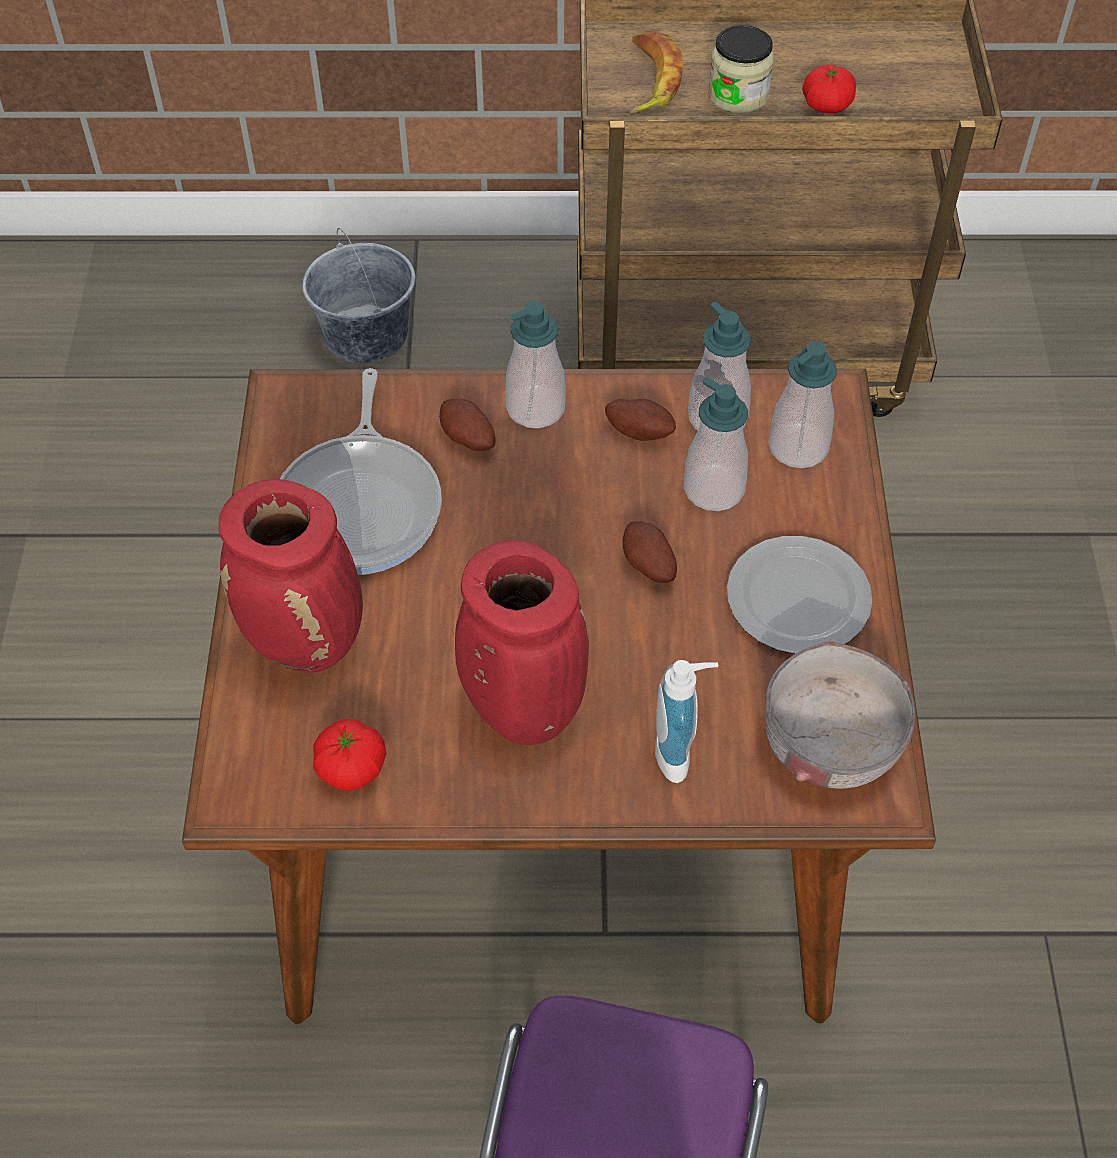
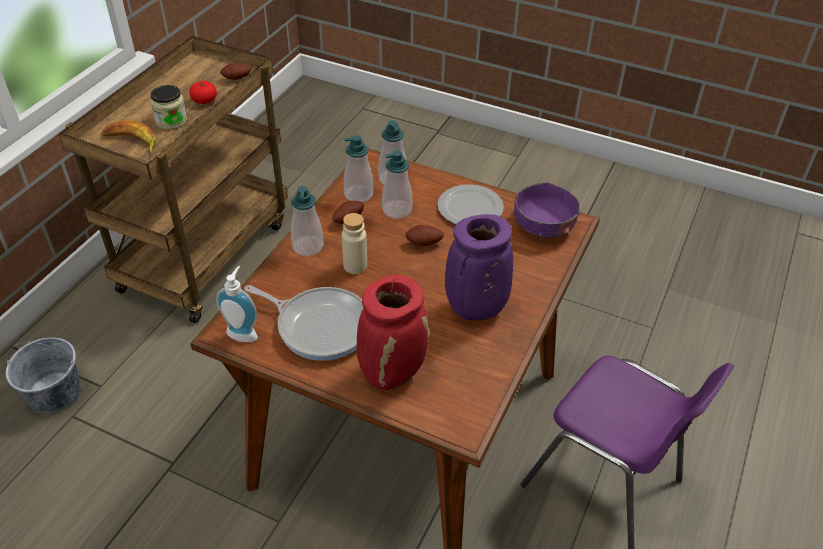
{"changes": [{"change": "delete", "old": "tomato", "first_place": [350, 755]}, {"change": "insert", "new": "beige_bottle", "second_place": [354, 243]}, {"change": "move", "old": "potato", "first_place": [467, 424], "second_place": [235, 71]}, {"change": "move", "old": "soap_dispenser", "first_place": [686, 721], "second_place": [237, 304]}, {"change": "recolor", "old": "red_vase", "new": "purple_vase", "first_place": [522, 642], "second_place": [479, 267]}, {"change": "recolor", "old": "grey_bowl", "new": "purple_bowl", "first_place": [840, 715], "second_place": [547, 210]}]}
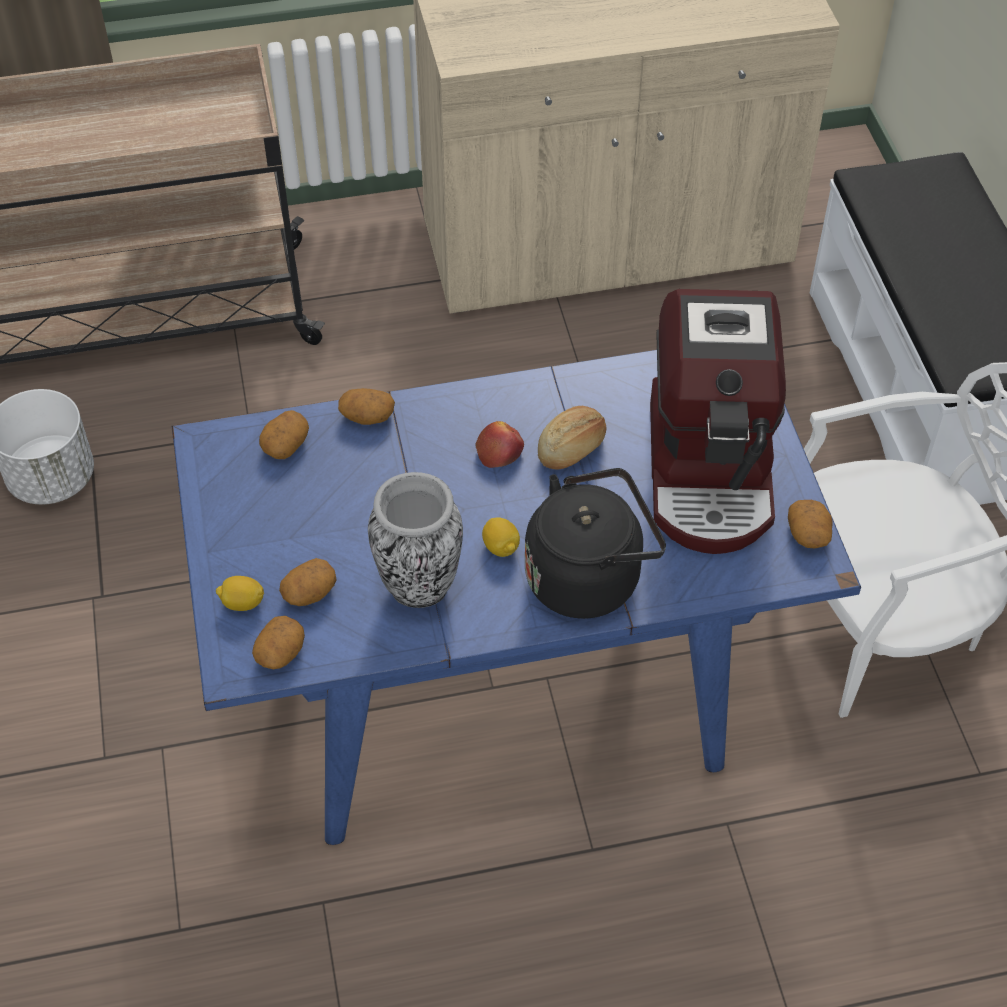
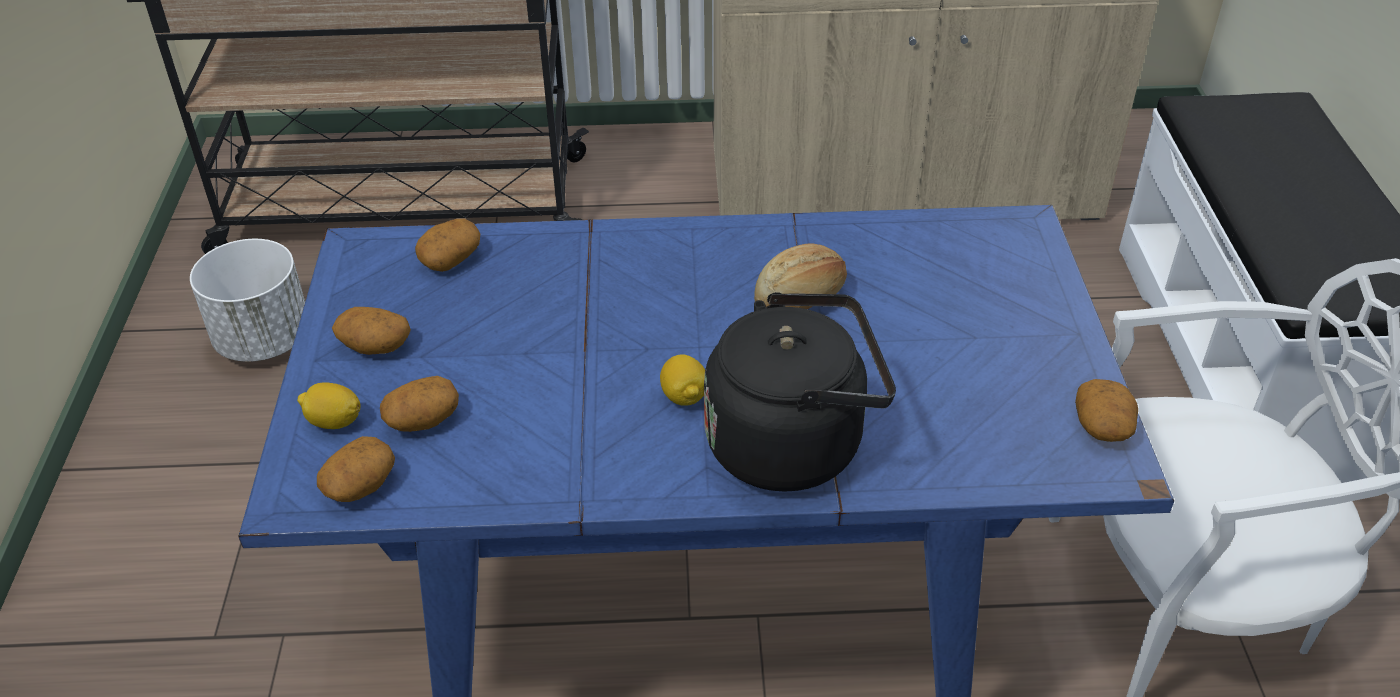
{"changes": [{"change": "delete", "old": "vase", "first_place": [415, 540]}, {"change": "delete", "old": "apple", "first_place": [499, 444]}, {"change": "delete", "old": "coffee_machine", "first_place": [718, 421]}, {"change": "move", "old": "potato", "first_place": [366, 406], "second_place": [371, 331]}]}
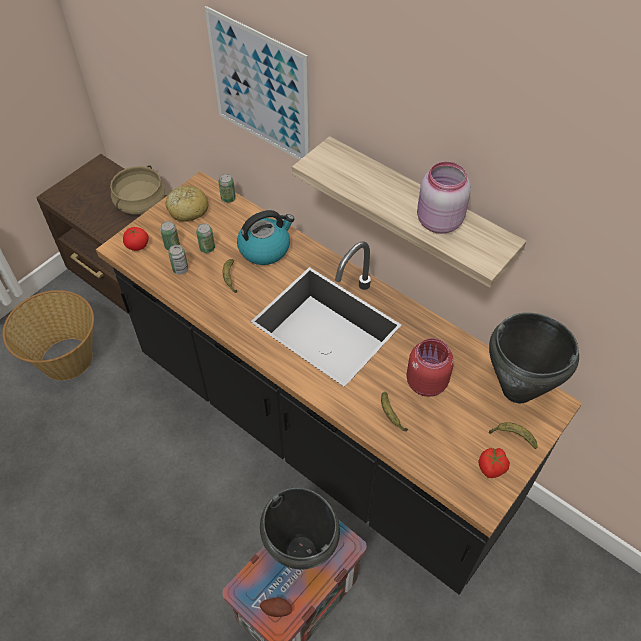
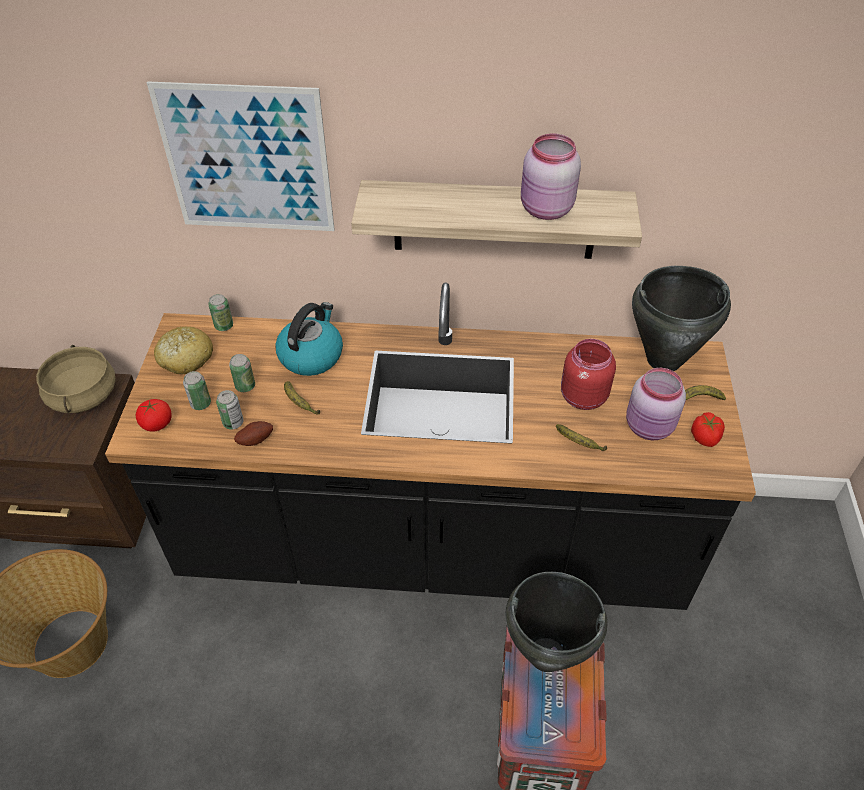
{"changes": [{"change": "insert", "new": "pink_jar", "second_place": [656, 404]}, {"change": "move", "old": "potato", "first_place": [276, 607], "second_place": [253, 433]}]}
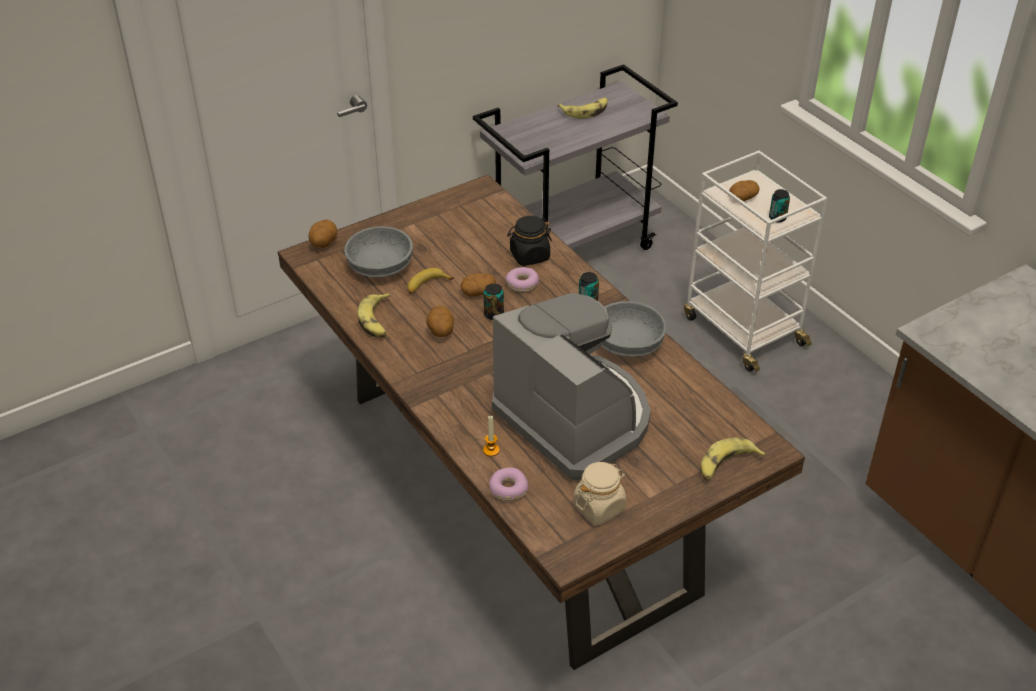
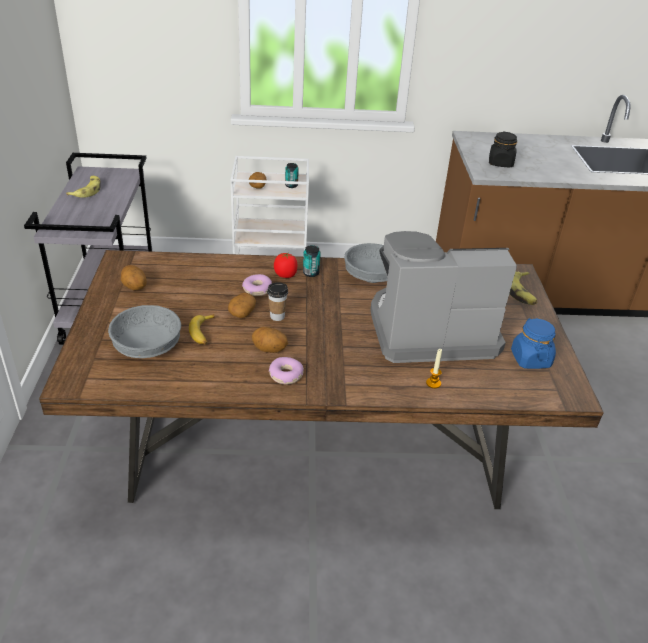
{"changes": [{"change": "delete", "old": "banana", "first_place": [374, 315]}, {"change": "insert", "new": "tomato", "second_place": [285, 265]}, {"change": "move", "old": "potato", "first_place": [323, 234], "second_place": [133, 277]}, {"change": "move", "old": "donut", "first_place": [508, 484], "second_place": [286, 370]}, {"change": "move", "old": "black_jar", "first_place": [529, 241], "second_place": [503, 149]}, {"change": "replace", "old": "can", "new": "cup", "first_place": [494, 301], "second_place": [277, 301]}, {"change": "recolor", "old": "beige_jar", "new": "blue_jar", "first_place": [599, 493], "second_place": [533, 343]}]}
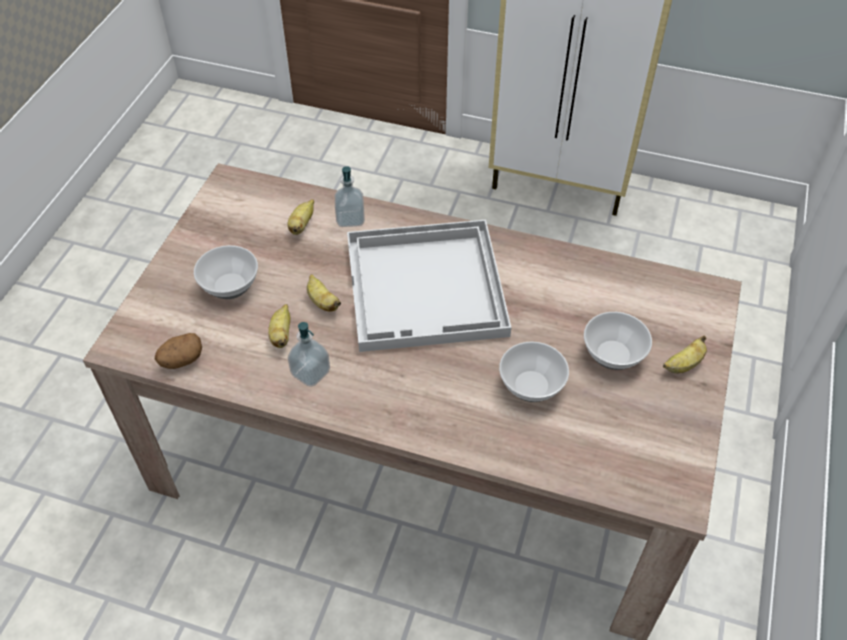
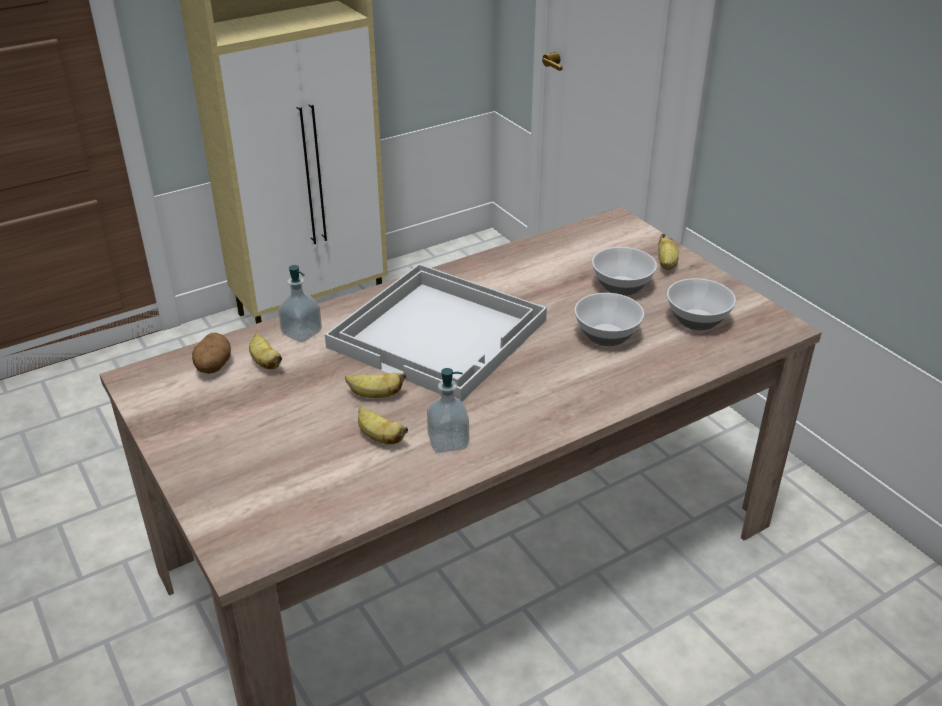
{"changes": [{"change": "move", "old": "potato", "first_place": [178, 351], "second_place": [211, 353]}, {"change": "move", "old": "bowl", "first_place": [226, 272], "second_place": [701, 304]}]}
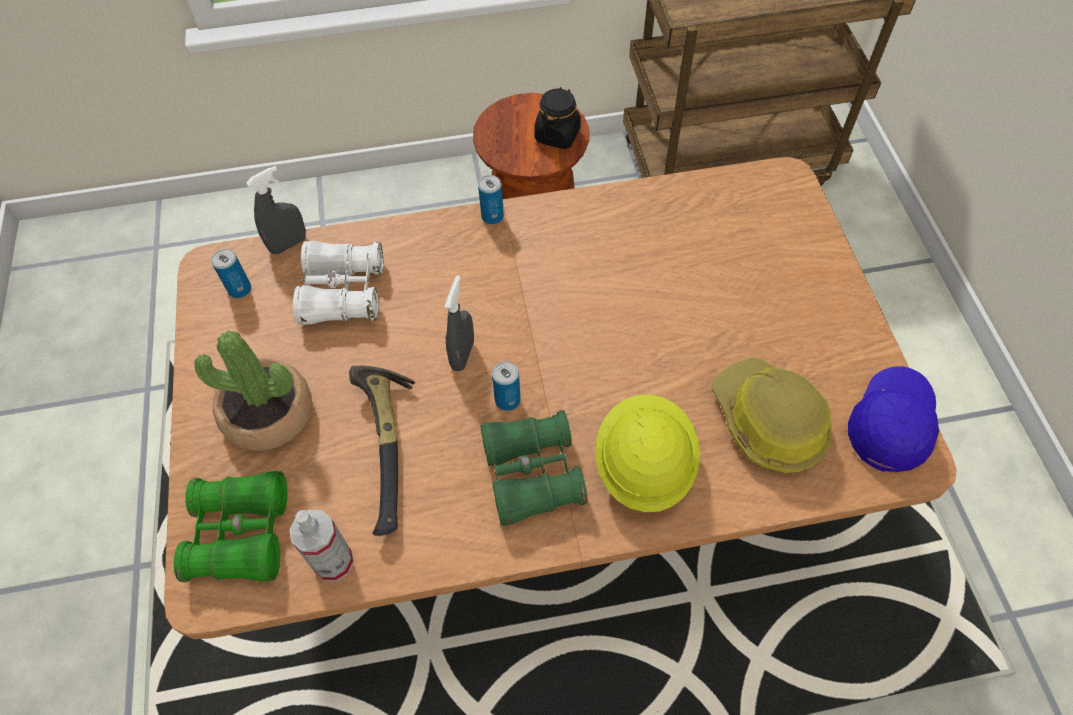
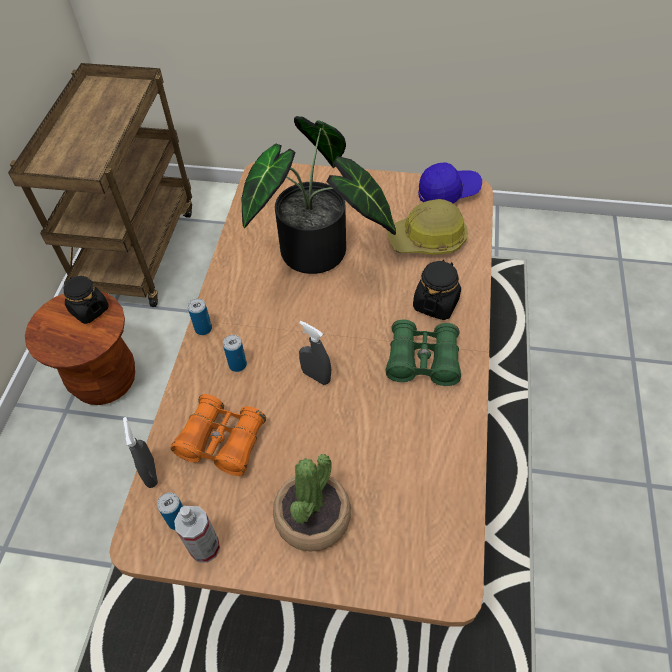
{"changes": [{"change": "delete", "old": "green_binoculars", "first_place": [230, 526]}, {"change": "delete", "old": "hammer", "first_place": [382, 451]}, {"change": "insert", "new": "potted_plant", "second_place": [319, 195]}, {"change": "move", "old": "spray_bottle", "first_place": [321, 545], "second_place": [197, 534]}, {"change": "move", "old": "can", "first_place": [506, 386], "second_place": [235, 353]}, {"change": "replace", "old": "yellow_hard_hat", "new": "black_jar", "first_place": [647, 453], "second_place": [437, 289]}, {"change": "recolor", "old": "white_binoculars", "new": "orange_binoculars", "first_place": [338, 283], "second_place": [218, 435]}, {"change": "rotate", "old": "blue_cap", "first_place": [893, 419], "second_place": [450, 182], "degrees": 120}]}
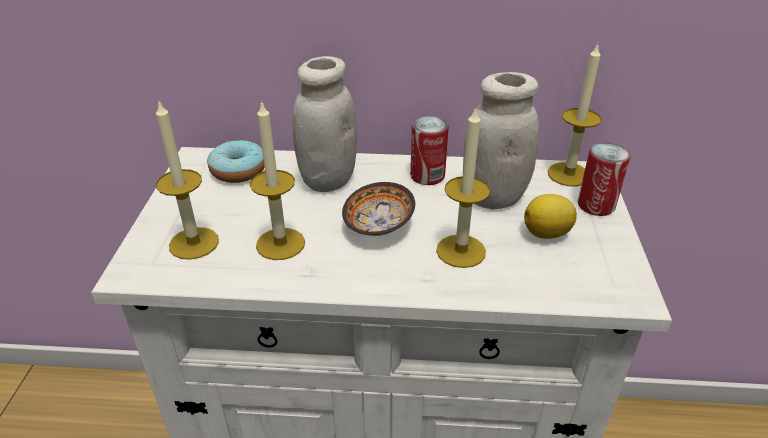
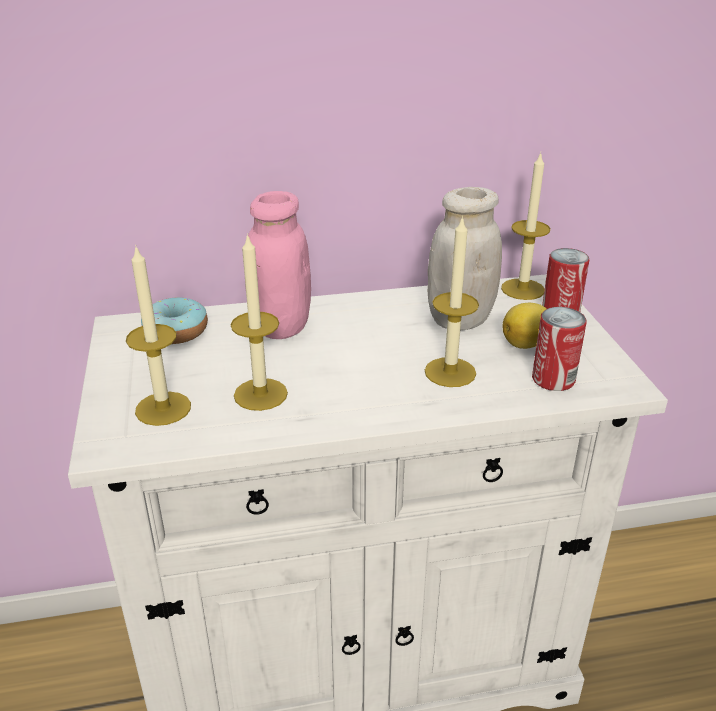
{"changes": [{"change": "delete", "old": "bowl", "first_place": [378, 209]}, {"change": "move", "old": "can", "first_place": [429, 150], "second_place": [559, 349]}, {"change": "recolor", "old": "white_jar", "new": "pink_jar", "first_place": [325, 124], "second_place": [278, 265]}]}
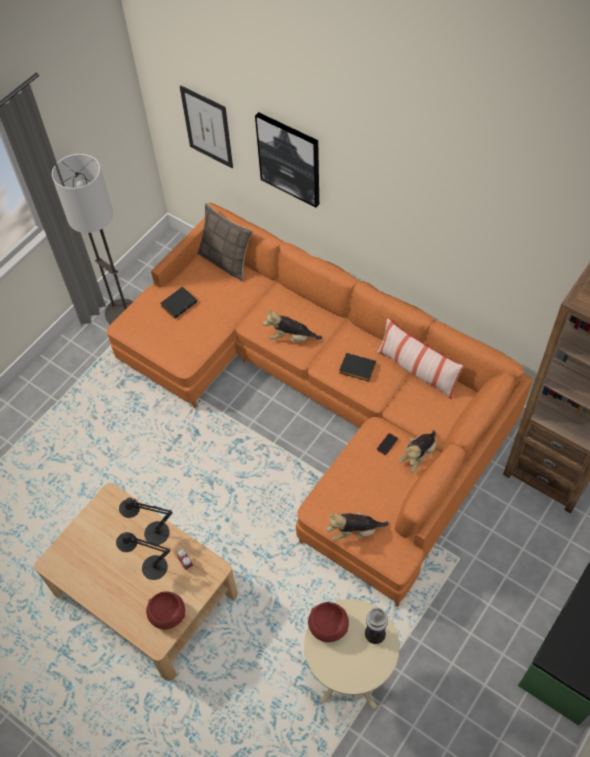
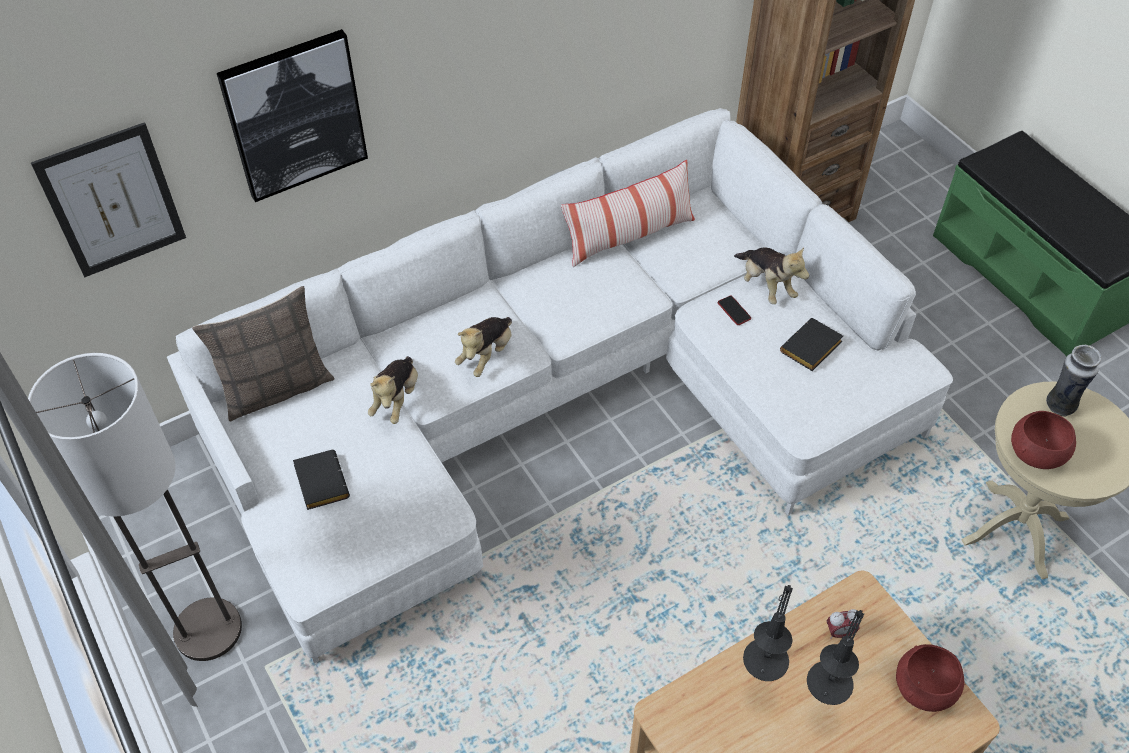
{"changes": [{"change": "move", "old": "plush_toy", "first_place": [357, 526], "second_place": [393, 390]}, {"change": "move", "old": "black_book", "first_place": [357, 367], "second_place": [811, 344]}, {"change": "recolor", "old": "orange_sofa", "new": "white_sofa", "first_place": [319, 405], "second_place": [560, 385]}]}
